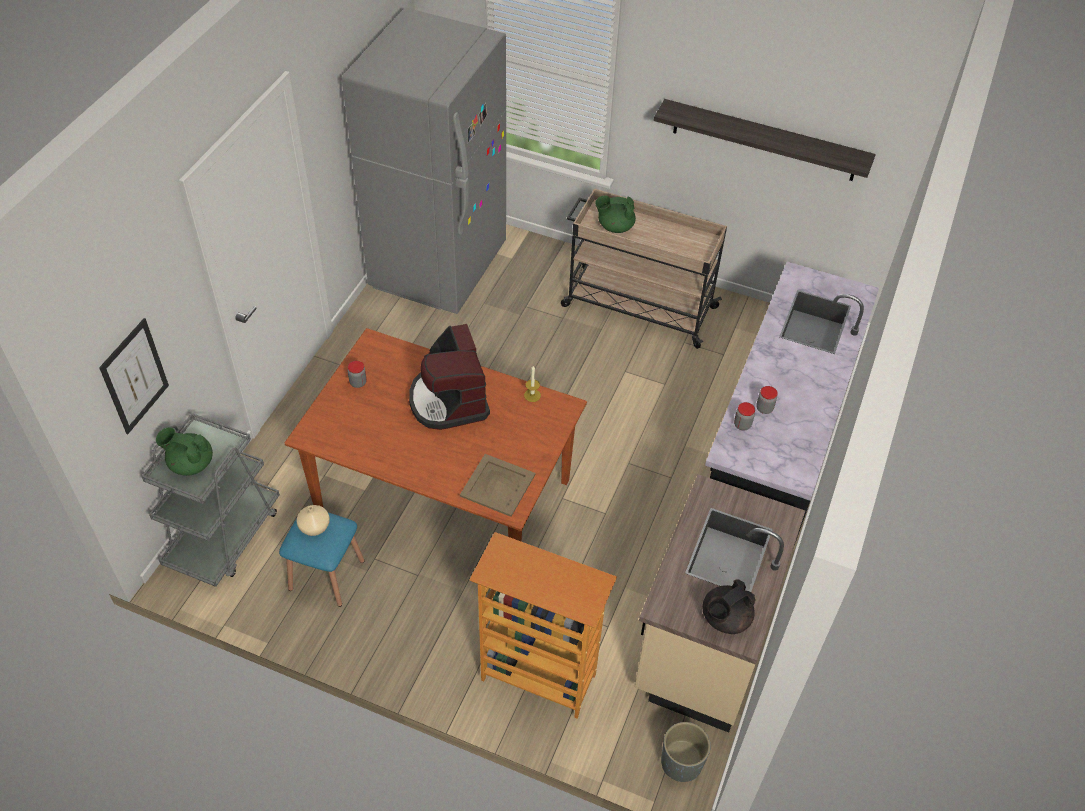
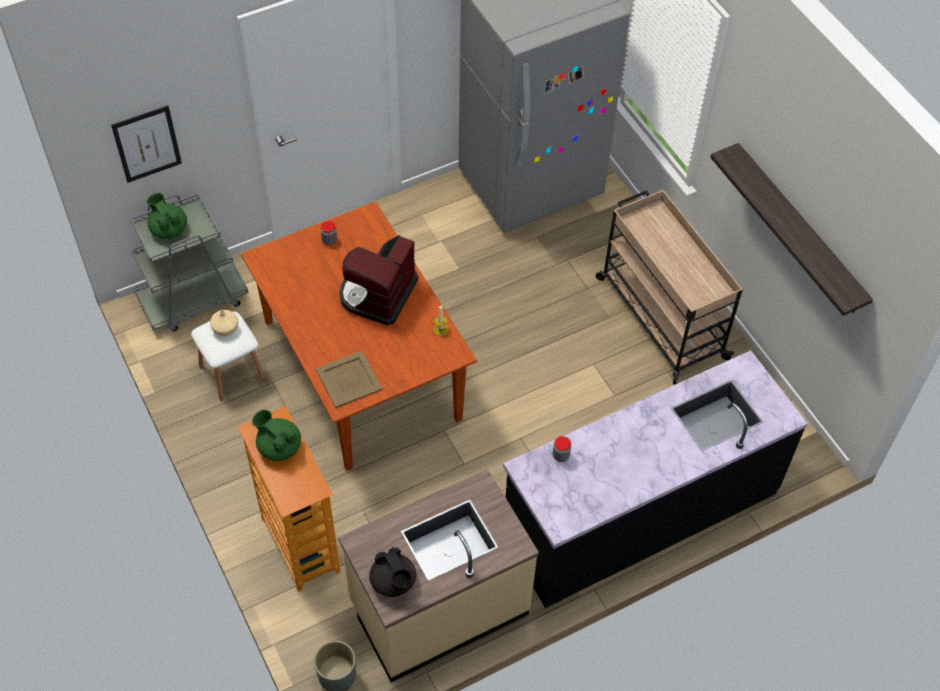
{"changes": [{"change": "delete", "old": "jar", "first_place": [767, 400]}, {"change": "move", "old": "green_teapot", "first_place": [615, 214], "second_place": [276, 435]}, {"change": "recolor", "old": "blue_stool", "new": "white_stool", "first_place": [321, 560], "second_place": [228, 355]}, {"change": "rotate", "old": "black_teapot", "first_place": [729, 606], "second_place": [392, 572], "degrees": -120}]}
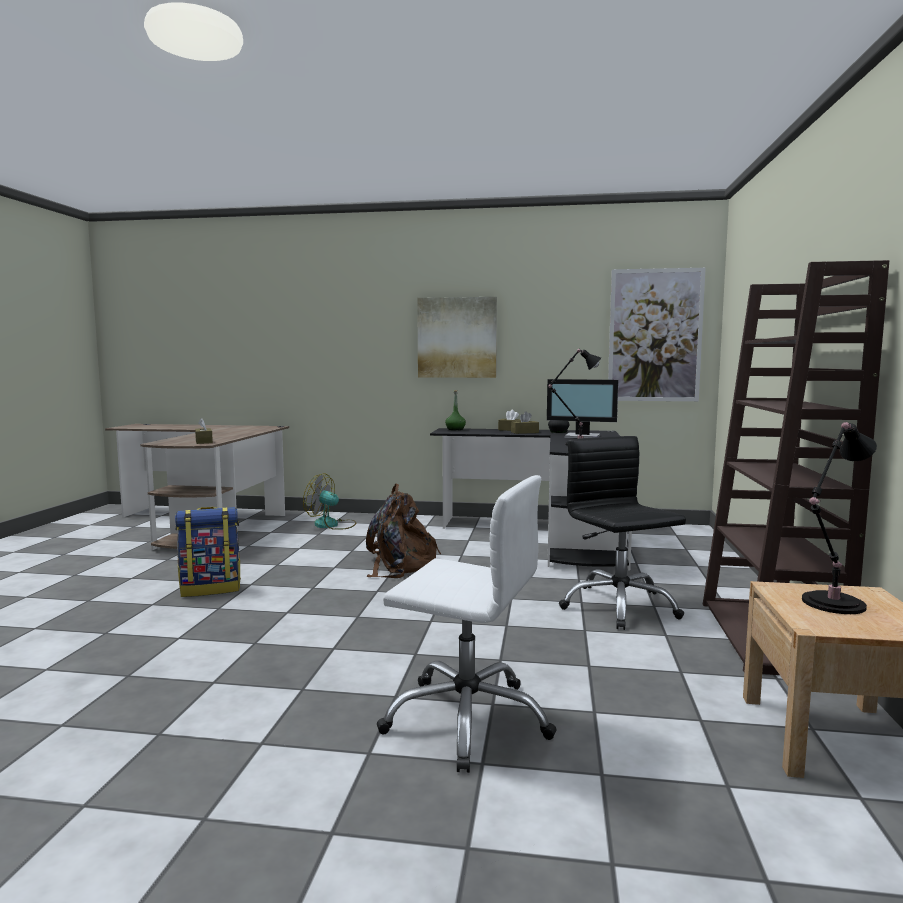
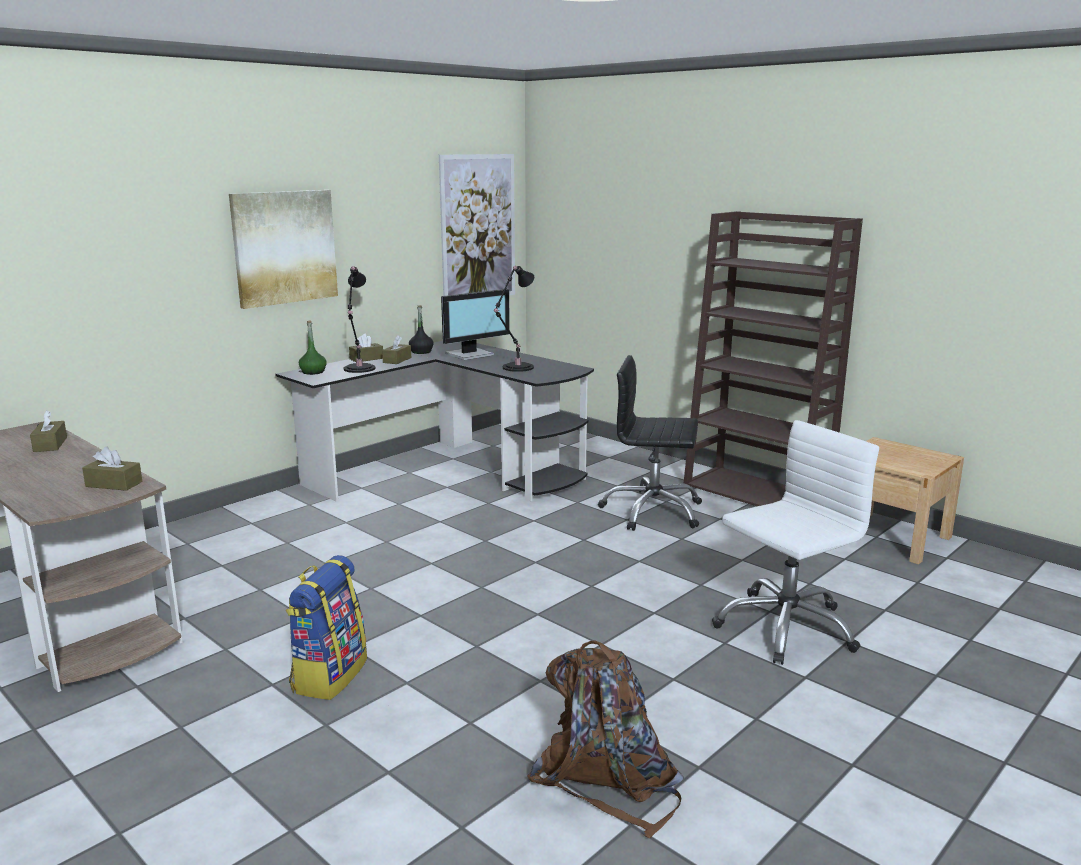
{"changes": [{"change": "delete", "old": "fan", "first_place": [329, 501]}, {"change": "insert", "new": "brown_tissue_box", "second_place": [48, 431]}, {"change": "move", "old": "brown_backpack", "first_place": [403, 531], "second_place": [605, 739]}, {"change": "move", "old": "black_table_lamp", "first_place": [839, 518], "second_place": [360, 319]}]}
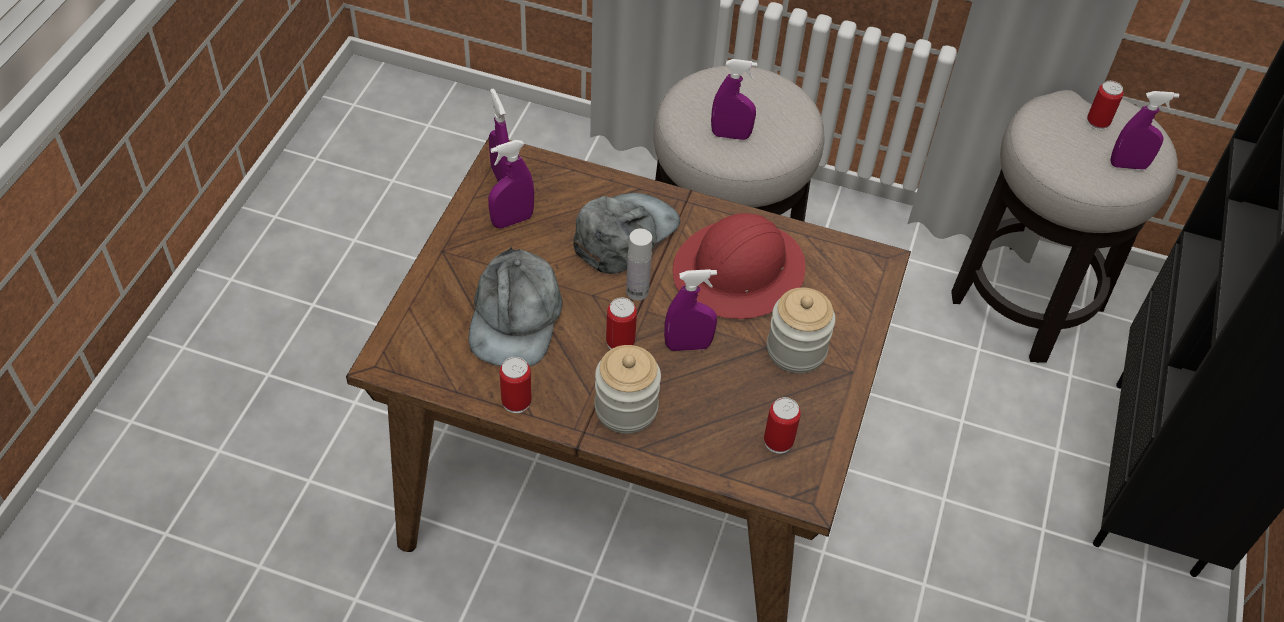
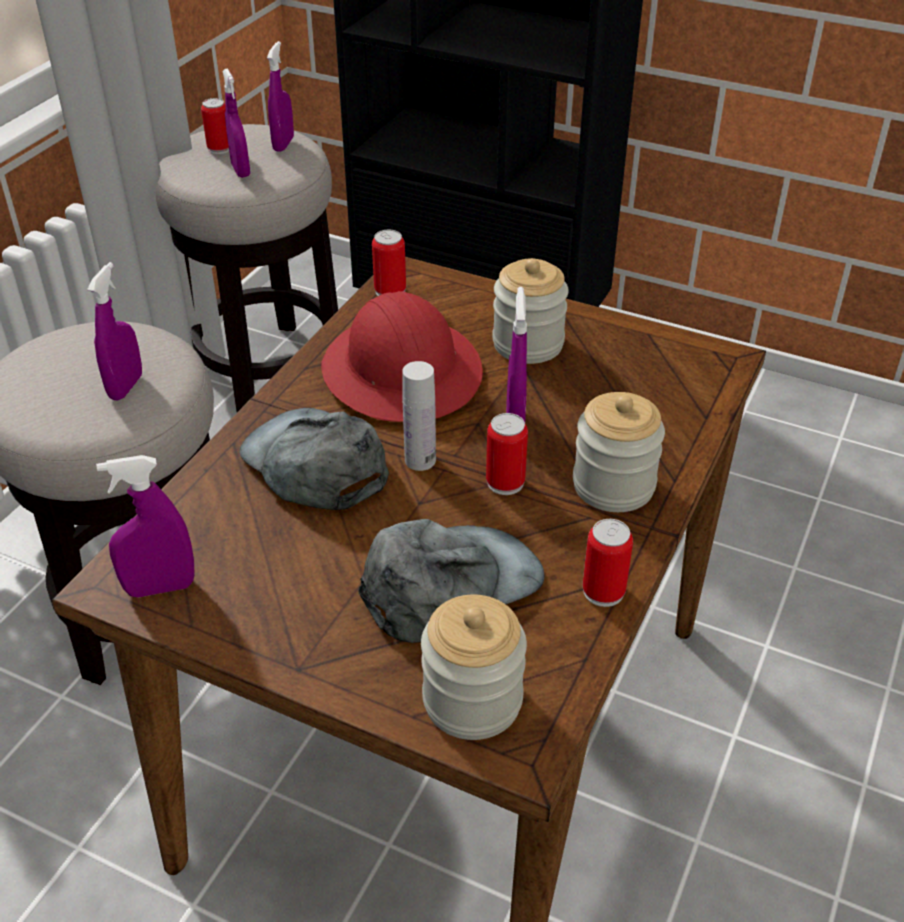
{"changes": [{"change": "insert", "new": "jar", "second_place": [474, 667]}, {"change": "move", "old": "purple_spray_bottle", "first_place": [511, 184], "second_place": [236, 123]}, {"change": "move", "old": "can", "first_place": [782, 425], "second_place": [389, 263]}, {"change": "rotate", "old": "grey_cap", "first_place": [516, 307], "second_place": [451, 581], "degrees": -45}]}
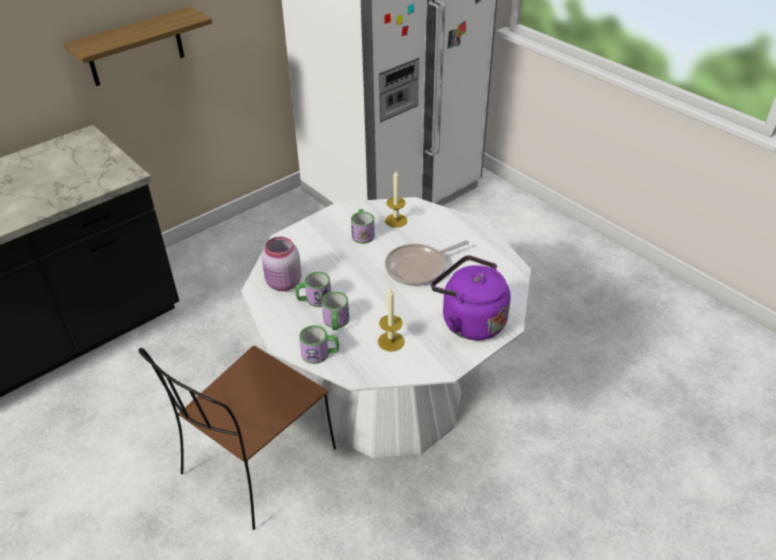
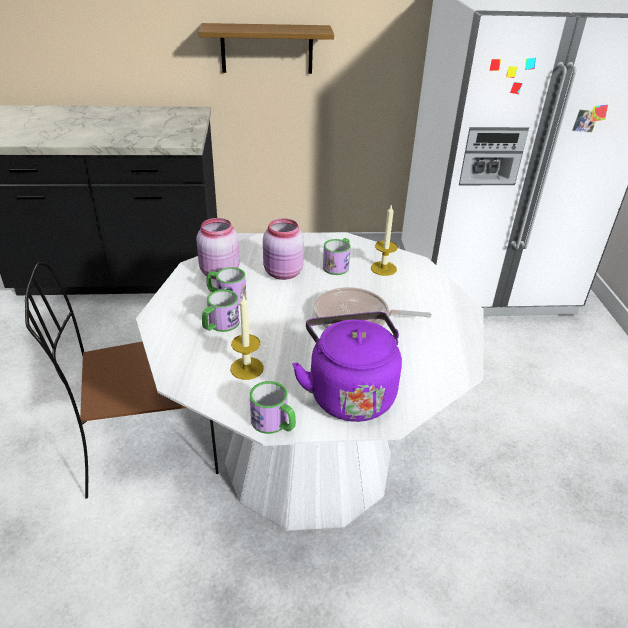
{"changes": [{"change": "insert", "new": "pink_jar", "second_place": [283, 249]}, {"change": "move", "old": "mug", "first_place": [319, 344], "second_place": [273, 407]}]}
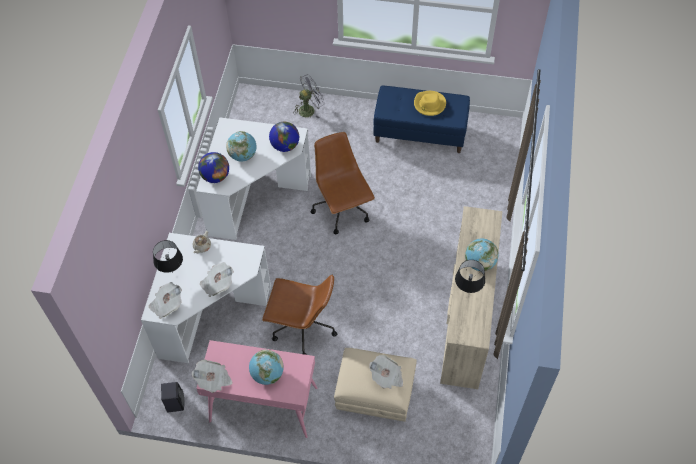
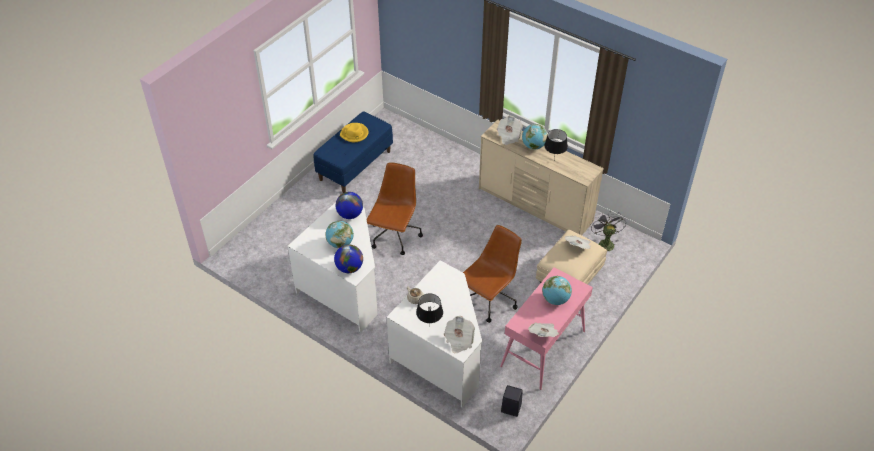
{"changes": [{"change": "move", "old": "newspaper", "first_place": [217, 279], "second_place": [510, 130]}, {"change": "move", "old": "grey_fan", "first_place": [309, 96], "second_place": [608, 231]}, {"change": "rotate", "old": "brown_office_chair", "first_place": [343, 183], "second_place": [395, 208], "degrees": 105}]}
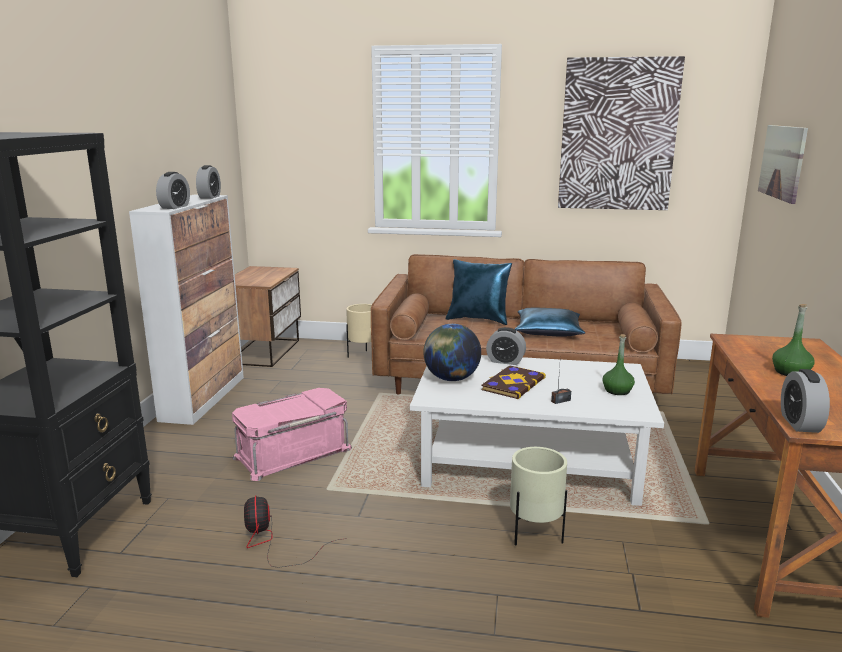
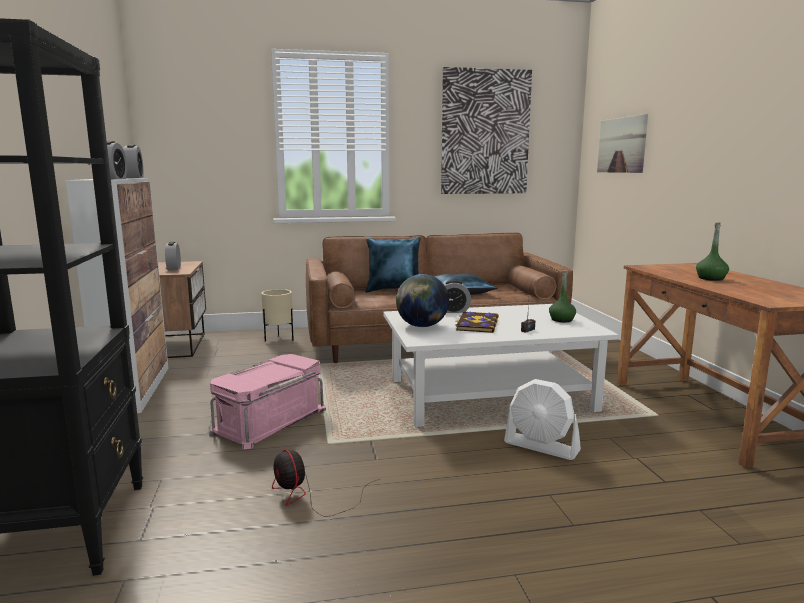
{"changes": [{"change": "move", "old": "alarm_clock", "first_place": [805, 401], "second_place": [173, 256]}, {"change": "replace", "old": "beige_planter", "new": "white_fan", "first_place": [538, 496], "second_place": [542, 419]}]}
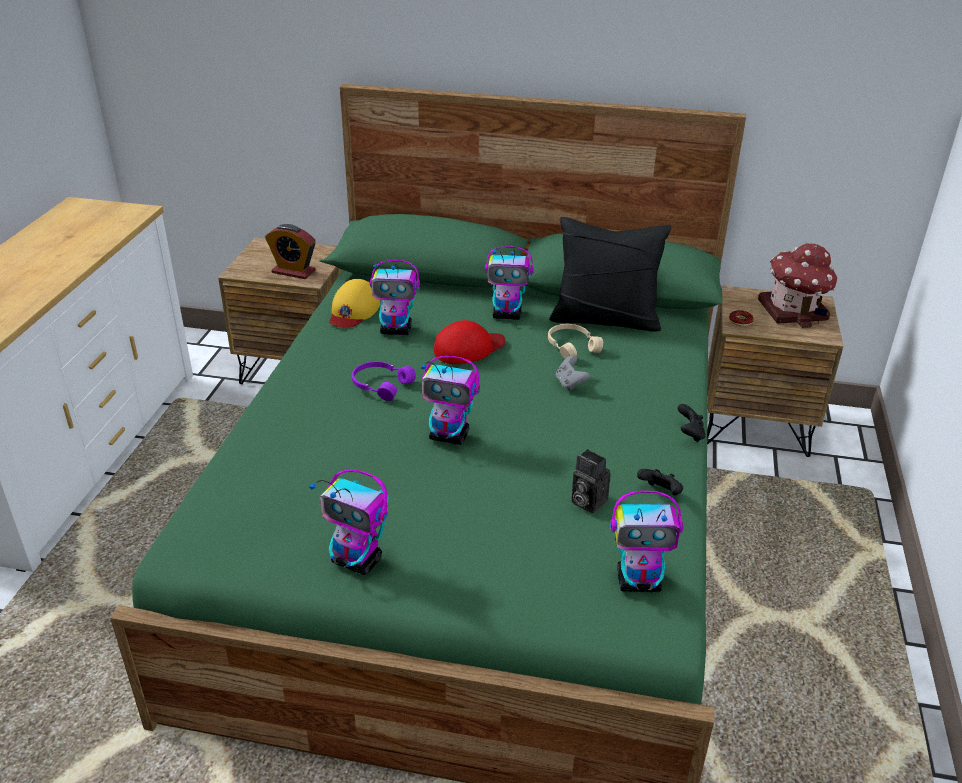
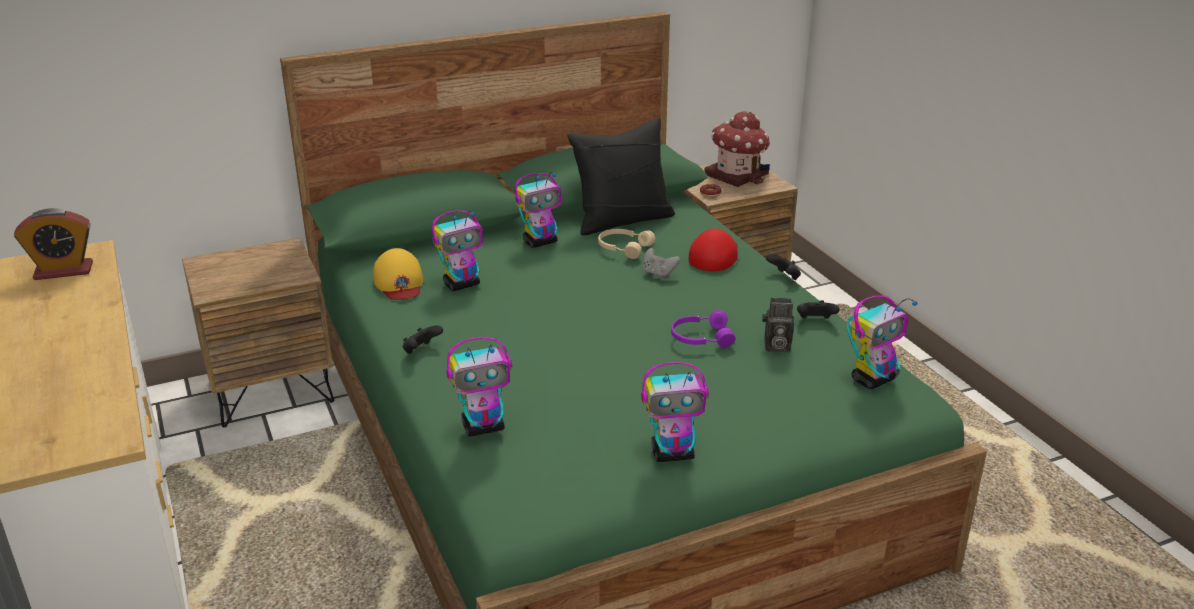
{"changes": [{"change": "insert", "new": "black_game_controller", "second_place": [422, 339]}, {"change": "move", "old": "alarm_clock", "first_place": [290, 251], "second_place": [53, 244]}, {"change": "move", "old": "purple_headphones", "first_place": [384, 381], "second_place": [703, 328]}, {"change": "move", "old": "toy_robot", "first_place": [450, 400], "second_place": [479, 387]}, {"change": "move", "old": "red_cap", "first_place": [469, 342], "second_place": [713, 249]}]}
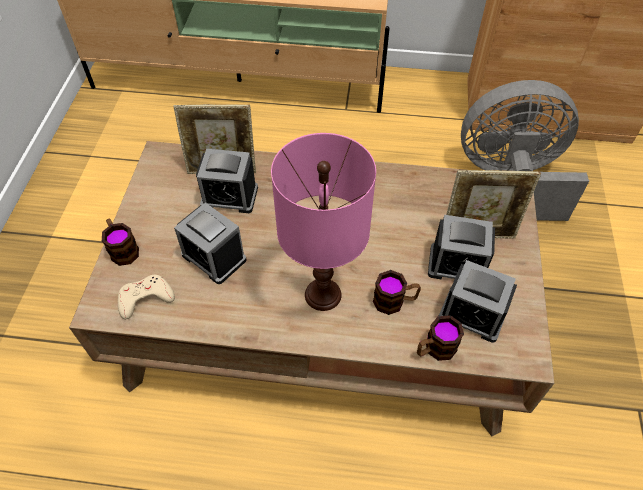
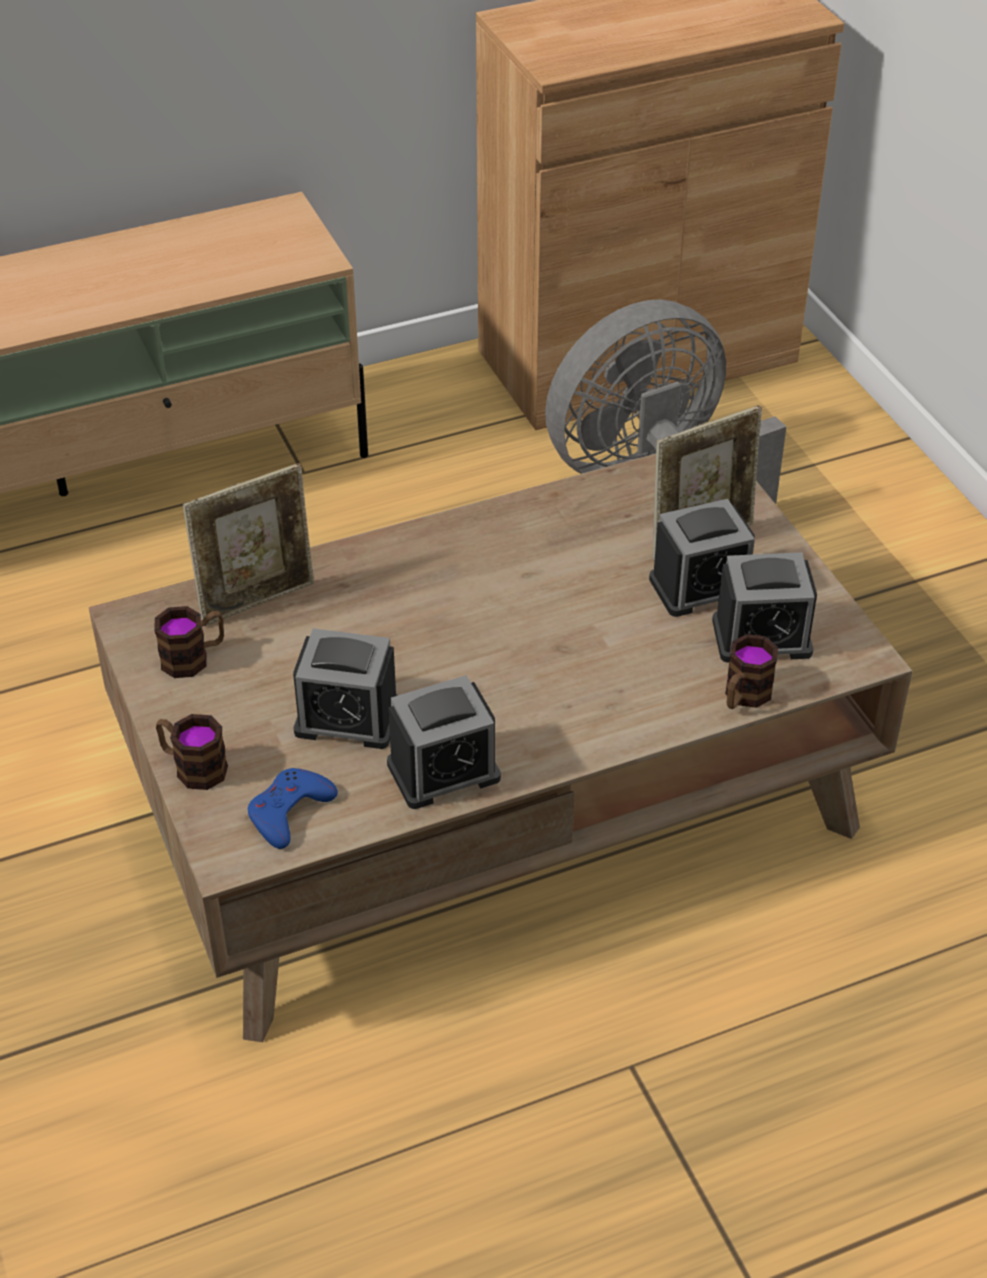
{"changes": [{"change": "delete", "old": "pink_table_lamp", "first_place": [323, 222]}, {"change": "move", "old": "alarm_clock", "first_place": [227, 181], "second_place": [444, 742]}, {"change": "move", "old": "mug", "first_place": [397, 292], "second_place": [189, 642]}, {"change": "recolor", "old": "beige_game_controller", "new": "blue_game_controller", "first_place": [146, 297], "second_place": [293, 808]}]}
